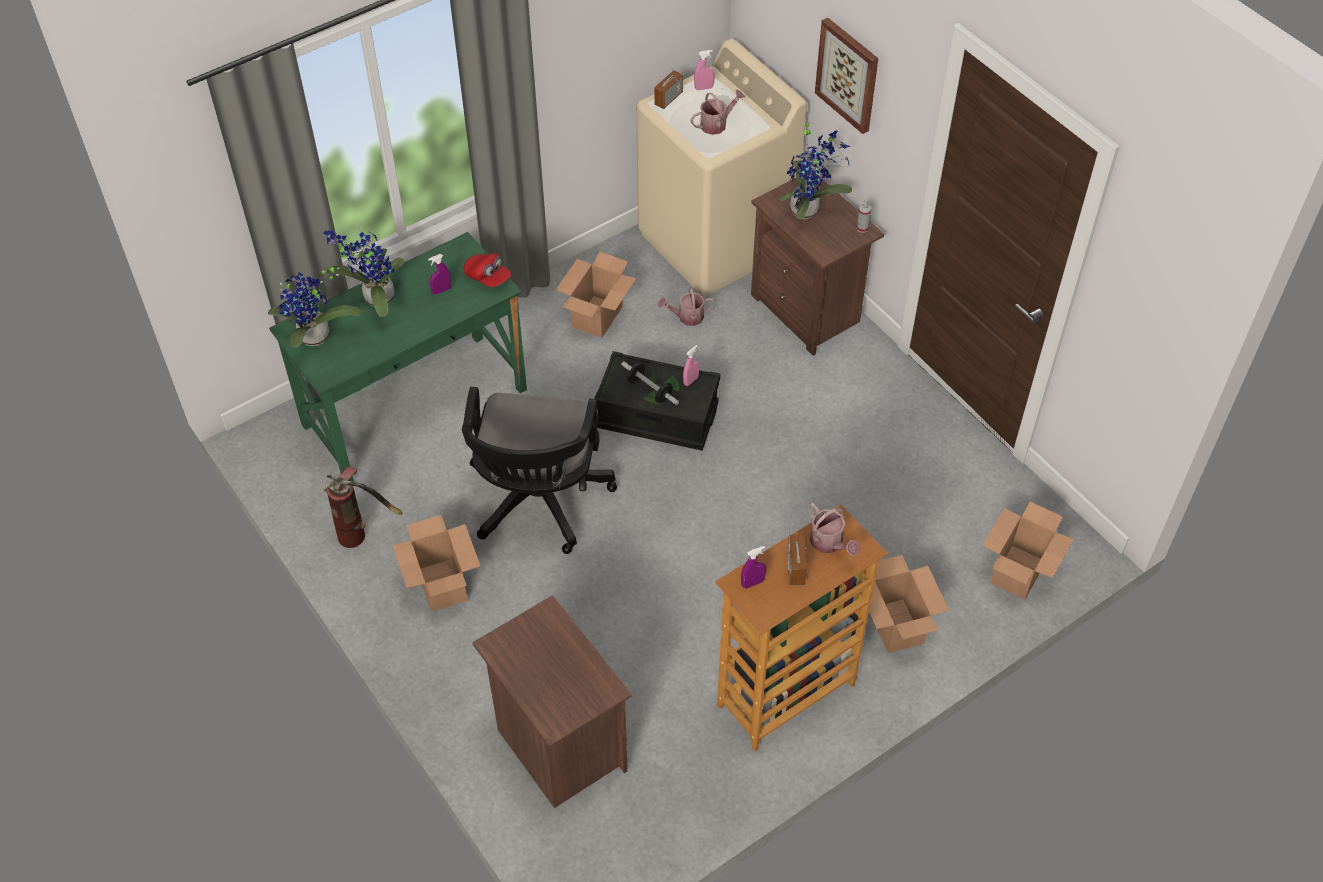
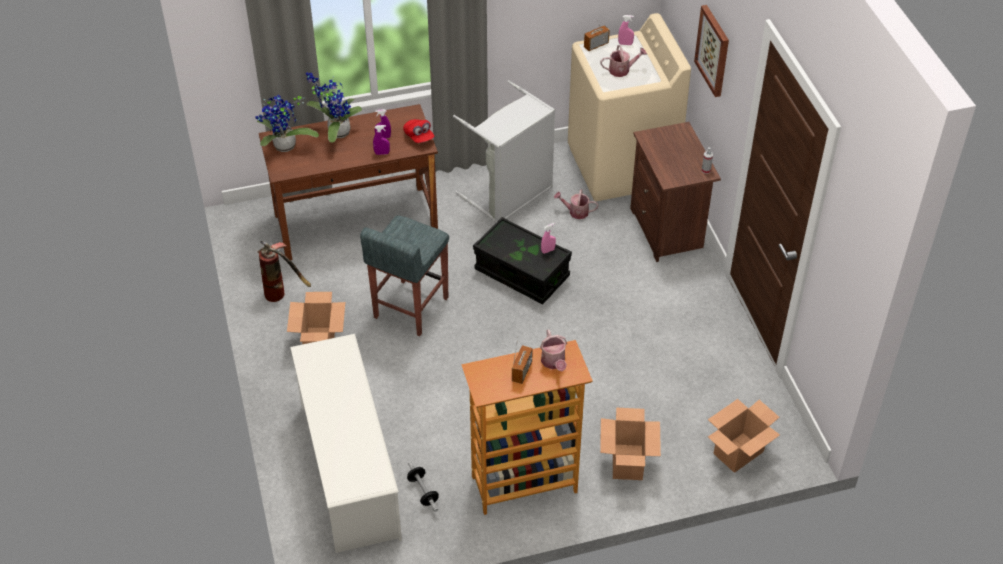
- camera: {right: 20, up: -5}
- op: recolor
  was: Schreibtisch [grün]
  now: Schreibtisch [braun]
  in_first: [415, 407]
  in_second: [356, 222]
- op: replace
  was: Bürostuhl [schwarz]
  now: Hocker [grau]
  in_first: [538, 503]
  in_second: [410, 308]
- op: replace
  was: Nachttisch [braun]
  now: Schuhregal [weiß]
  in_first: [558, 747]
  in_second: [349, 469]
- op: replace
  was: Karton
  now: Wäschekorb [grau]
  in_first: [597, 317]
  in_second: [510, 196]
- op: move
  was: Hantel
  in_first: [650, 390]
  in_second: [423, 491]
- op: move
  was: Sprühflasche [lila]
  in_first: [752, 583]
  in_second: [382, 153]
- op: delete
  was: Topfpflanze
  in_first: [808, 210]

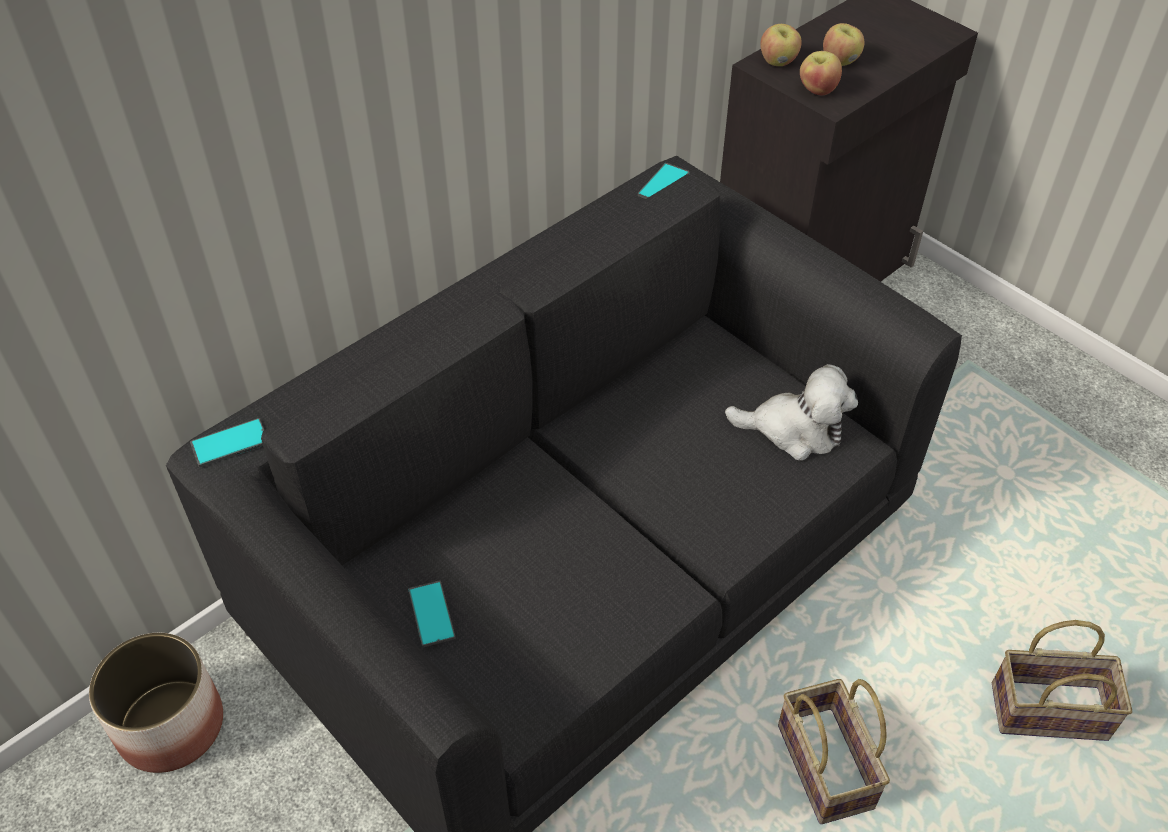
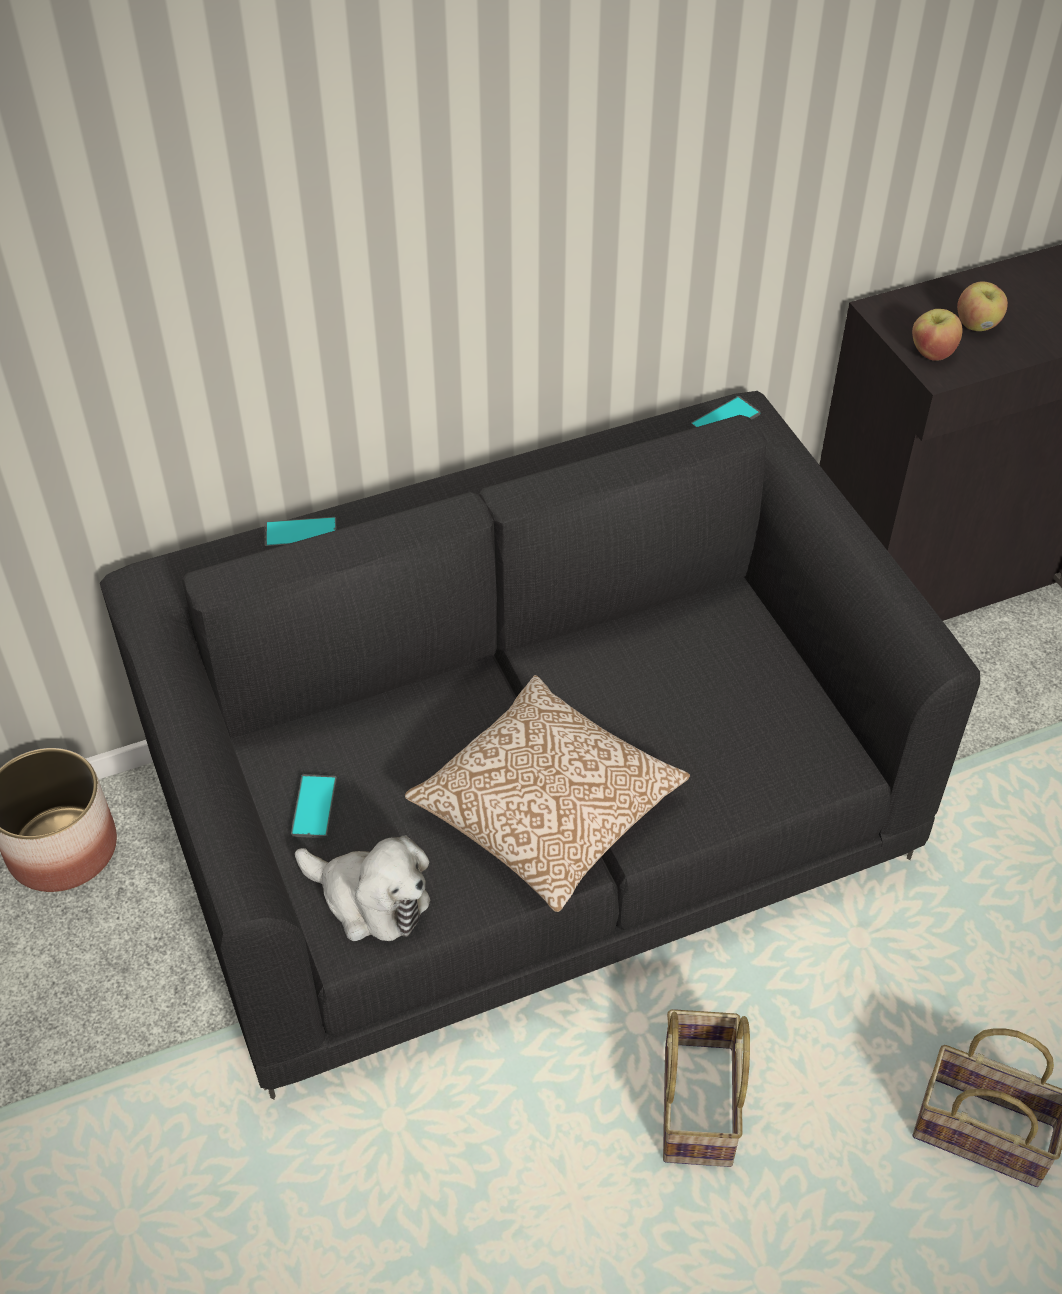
- camera: {right: 20, up: 0}
- op: move
  was: Handy
  in_first: [230, 443]
  in_second: [300, 534]
- op: move
  was: Plüschtier
  in_first: [794, 430]
  in_second: [370, 899]
- op: delete
  was: Apfel
  in_first: [778, 62]
- op: insert
  now: Kissen
  in_second: [546, 811]

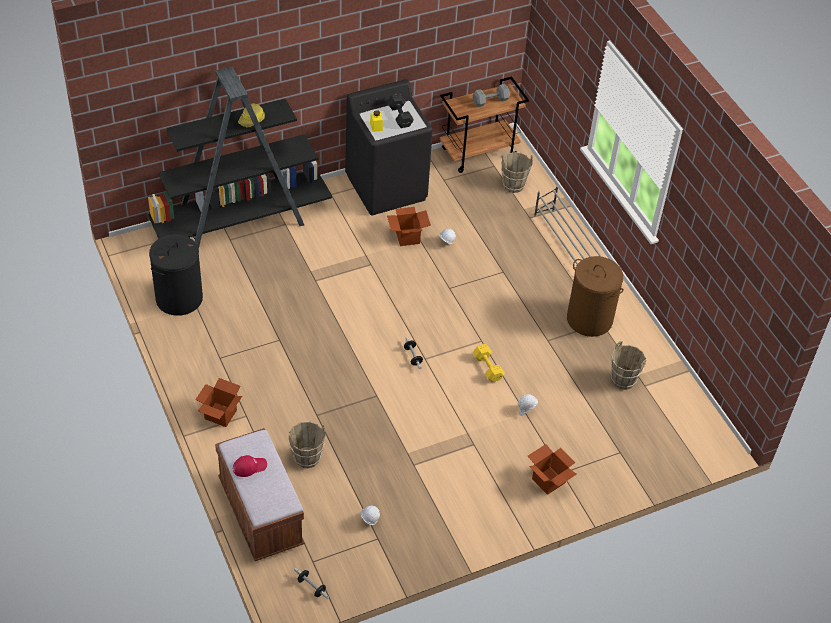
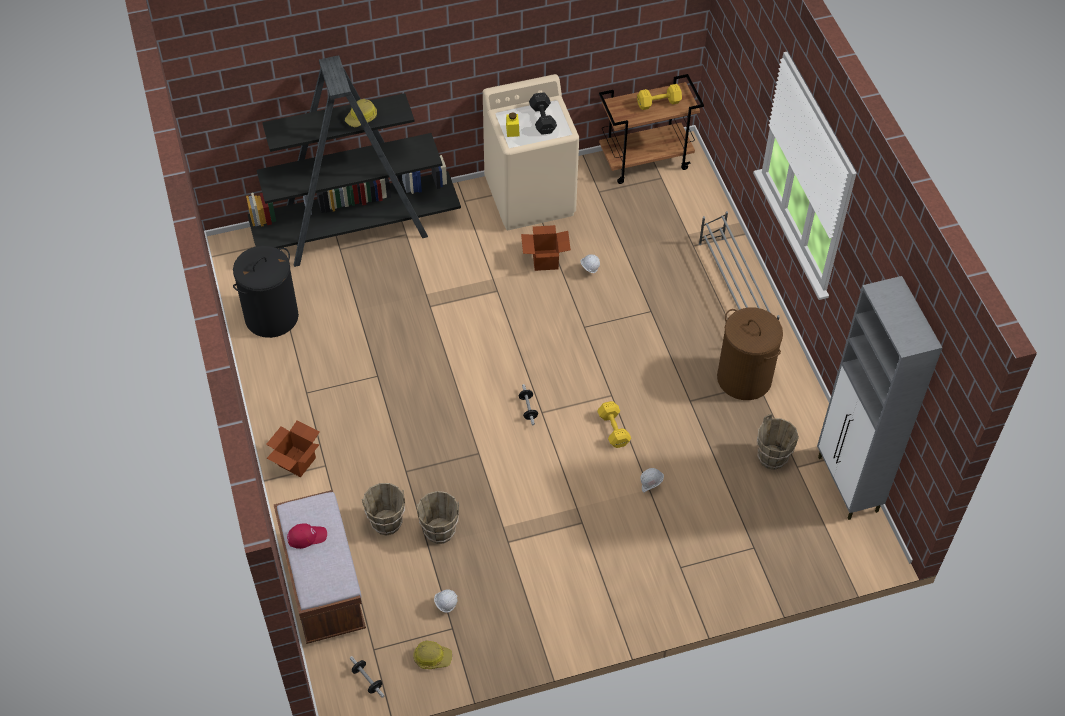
- camera: {right: 10, up: 5}
- op: recolor
  was: Waschmaschine [schwarz]
  now: Waschmaschine [beige]
  in_first: [386, 187]
  in_second: [530, 197]
- op: recolor
  was: Hantel [grau]
  now: Hantel [gelb]
  in_first: [489, 101]
  in_second: [657, 103]
- op: move
  was: Eimer [braun]
  in_first: [513, 185]
  in_second: [439, 531]
- op: delete
  was: Karton
  in_first: [548, 481]
- op: insert
  now: Schutzhelm
  in_second: [432, 657]
- op: insert
  now: Schrank [grau]
  in_second: [848, 485]

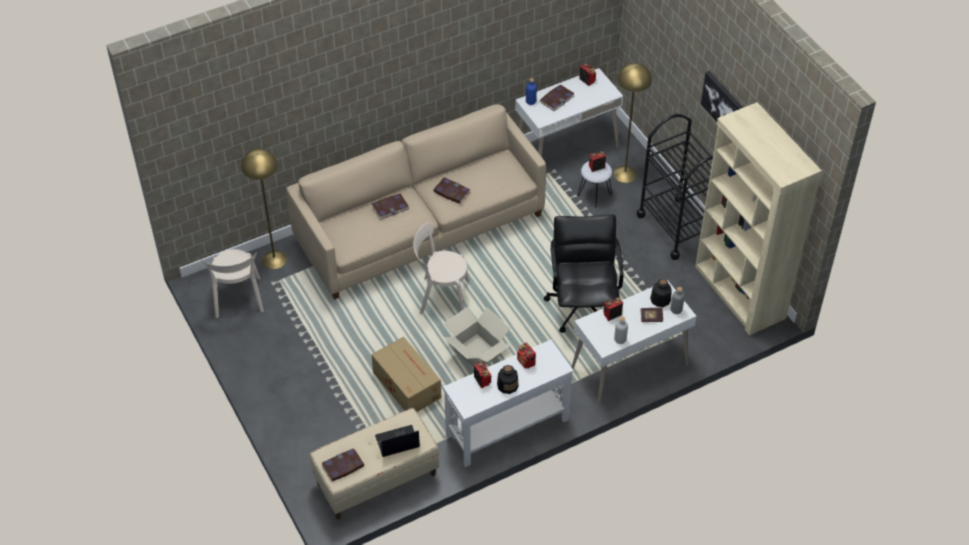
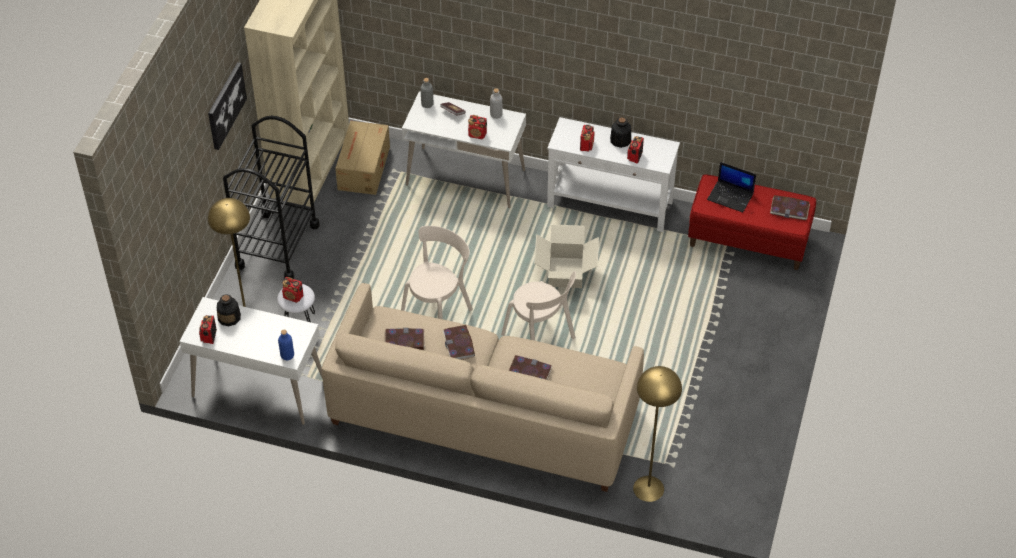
- camera: {right: -135, up: 0}
- op: move
  was: Stuhl [beige]
  in_first: [238, 300]
  in_second: [438, 311]
- op: recolor
  was: Bank [beige]
  now: Bank [rot]
  in_first: [376, 479]
  in_second: [748, 240]
- op: move
  was: Karton
  in_first: [406, 384]
  in_second: [363, 169]
- op: move
  was: Buch
  in_first: [556, 99]
  in_second: [404, 341]
- op: delete
  was: Bürostuhl [schwarz]
  in_first: [583, 306]
- op: move
  was: Flasche
  in_first: [660, 300]
  in_second: [229, 317]

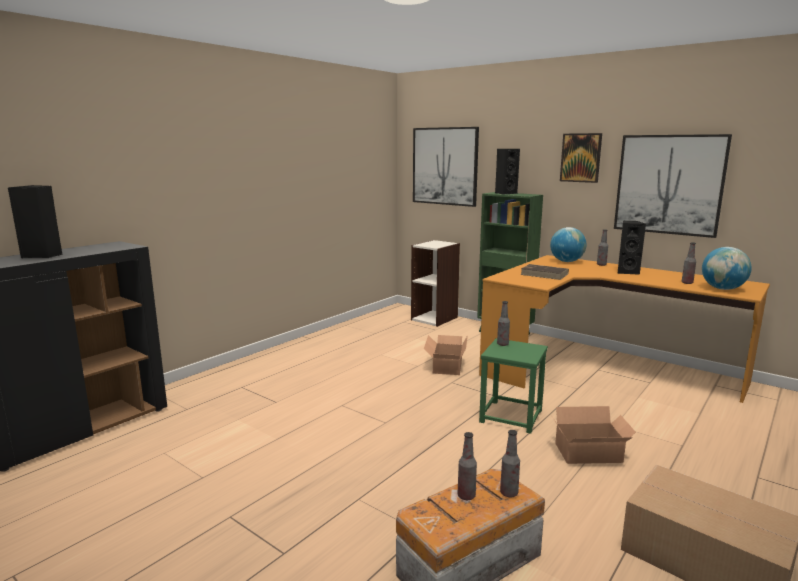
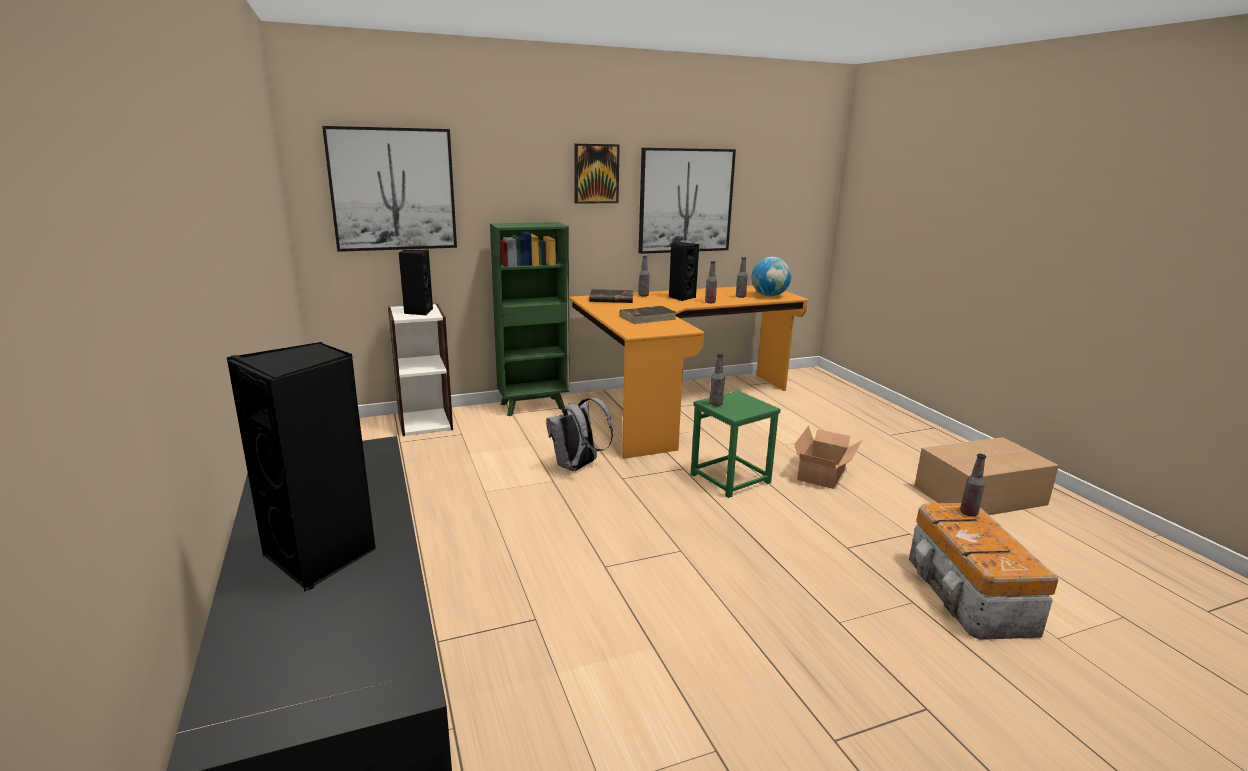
- camera: {right: -60, up: 5}
- op: replace
  was: Karton
  now: Rucksack [grau]
  in_first: [445, 366]
  in_second: [577, 467]
- op: move
  was: Flasche
  in_first: [466, 496]
  in_second: [710, 302]
- op: move
  was: Lautsprecher [schwarz]
  in_first: [505, 193]
  in_second: [418, 312]
- op: replace
  was: Globus
  now: Buch [braun]
  in_first: [566, 261]
  in_second: [611, 299]

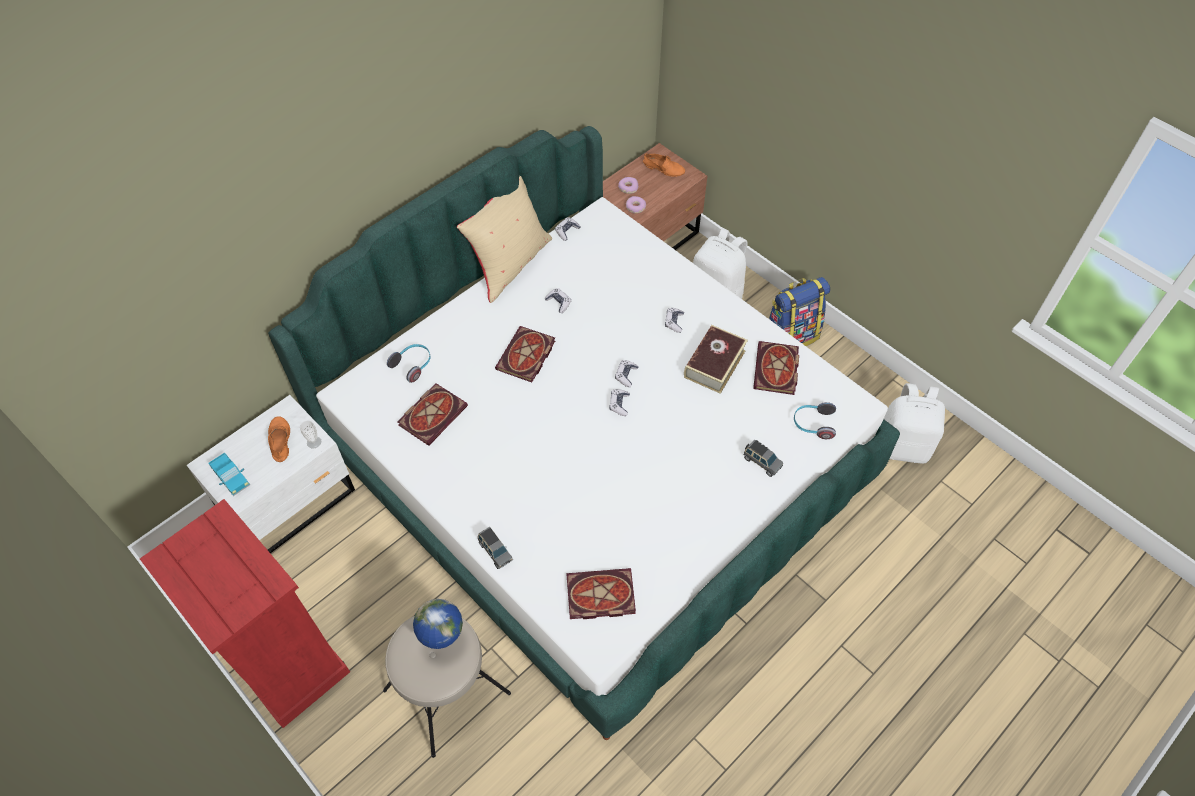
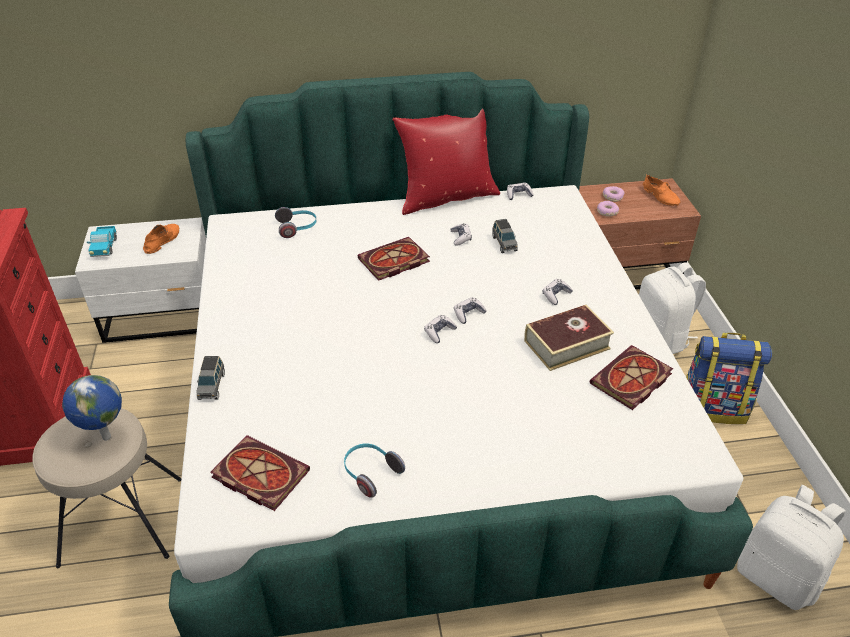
- camera: {right: 35, up: -15}
- op: delete
  was: Tasse
  in_first: [314, 442]
- op: delete
  was: Buch
  in_first: [433, 414]
- op: recolor
  was: Kissen [beige]
  now: Kissen [rot]
  in_first: [510, 264]
  in_second: [446, 197]
- op: move
  was: Spielzeugauto [grau]
  in_first: [761, 462]
  in_second: [504, 243]
- op: move
  was: Kopfhörer
  in_first: [813, 424]
  in_second: [370, 473]

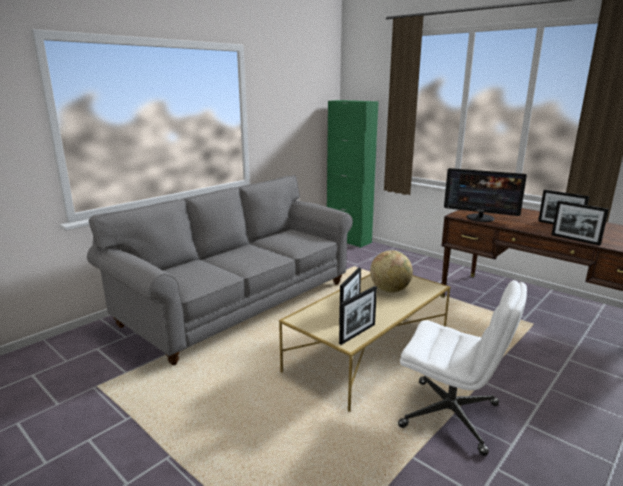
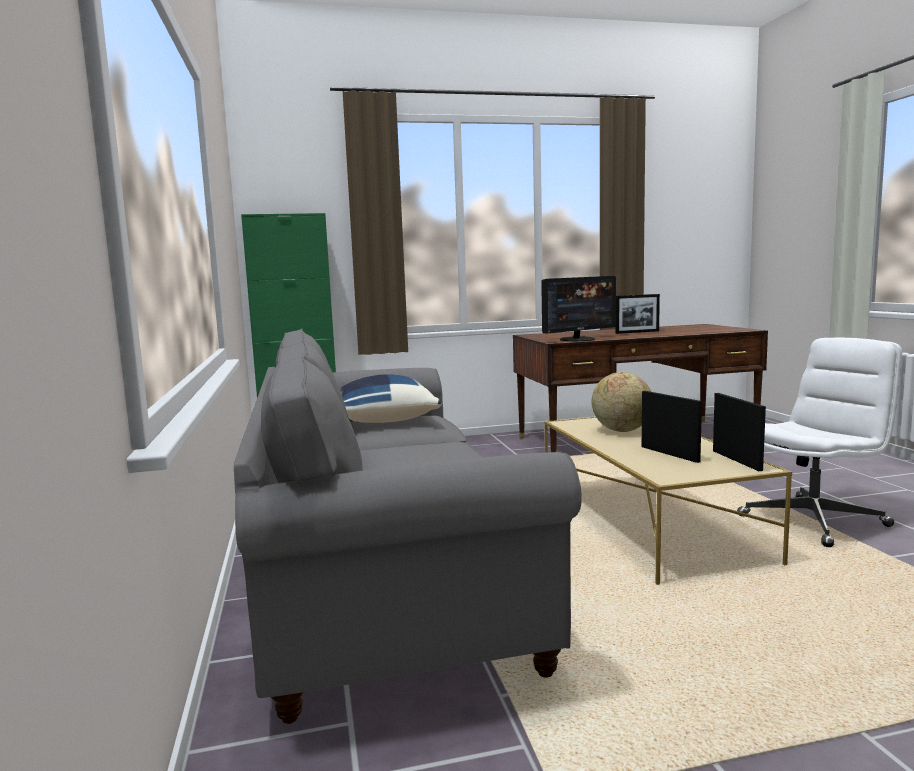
- camera: {right: -55, up: -10}
- op: delete
  was: Bilderrahmen
  in_first: [575, 240]
- op: insert
  now: Kissen [blau]
  in_second: [383, 420]

